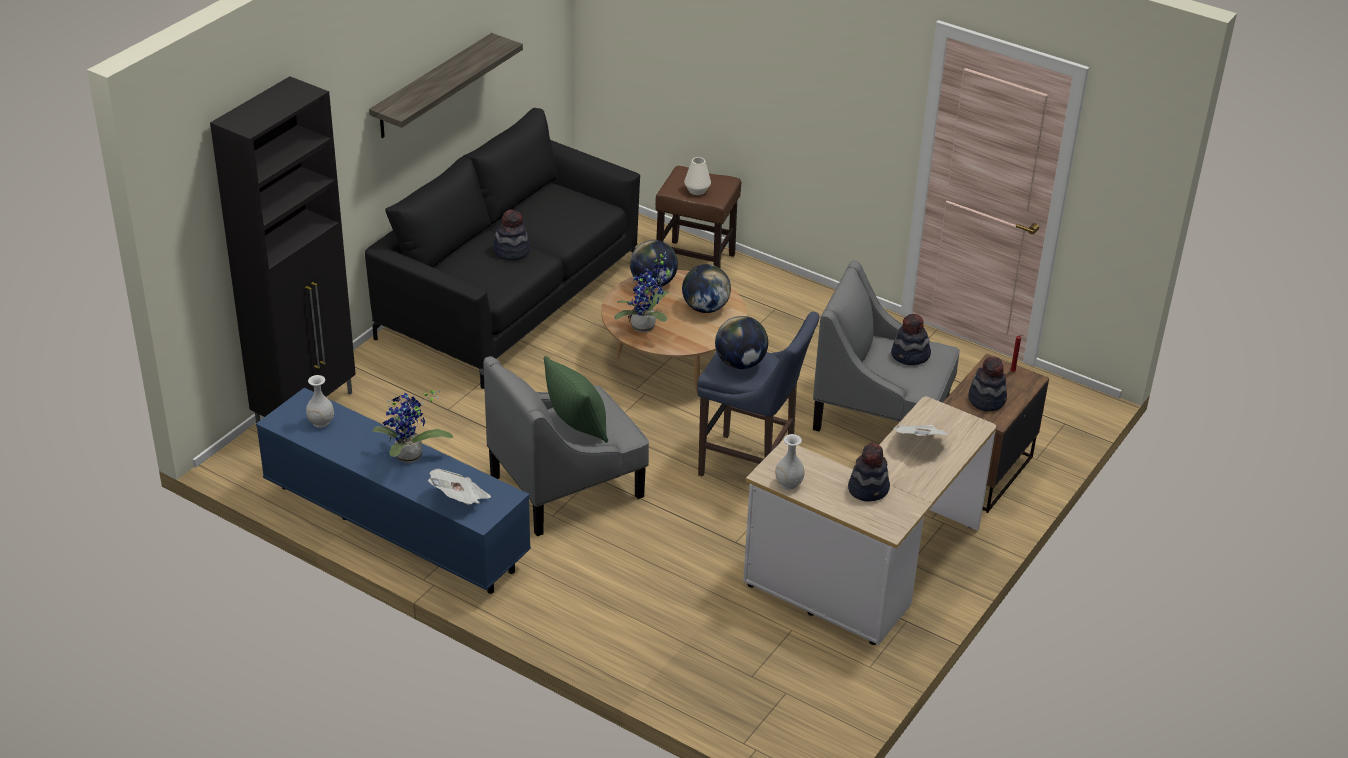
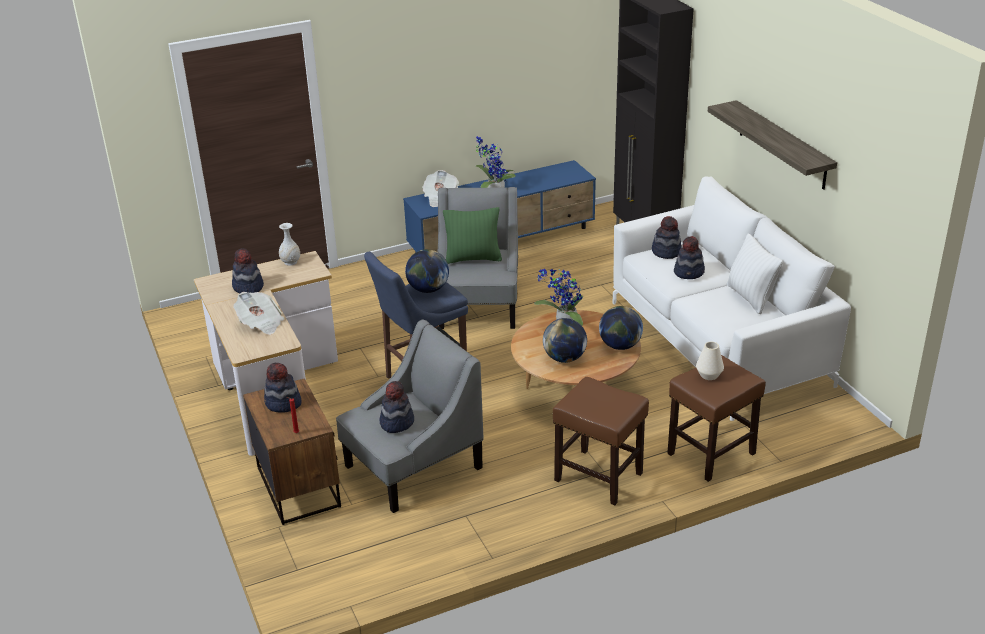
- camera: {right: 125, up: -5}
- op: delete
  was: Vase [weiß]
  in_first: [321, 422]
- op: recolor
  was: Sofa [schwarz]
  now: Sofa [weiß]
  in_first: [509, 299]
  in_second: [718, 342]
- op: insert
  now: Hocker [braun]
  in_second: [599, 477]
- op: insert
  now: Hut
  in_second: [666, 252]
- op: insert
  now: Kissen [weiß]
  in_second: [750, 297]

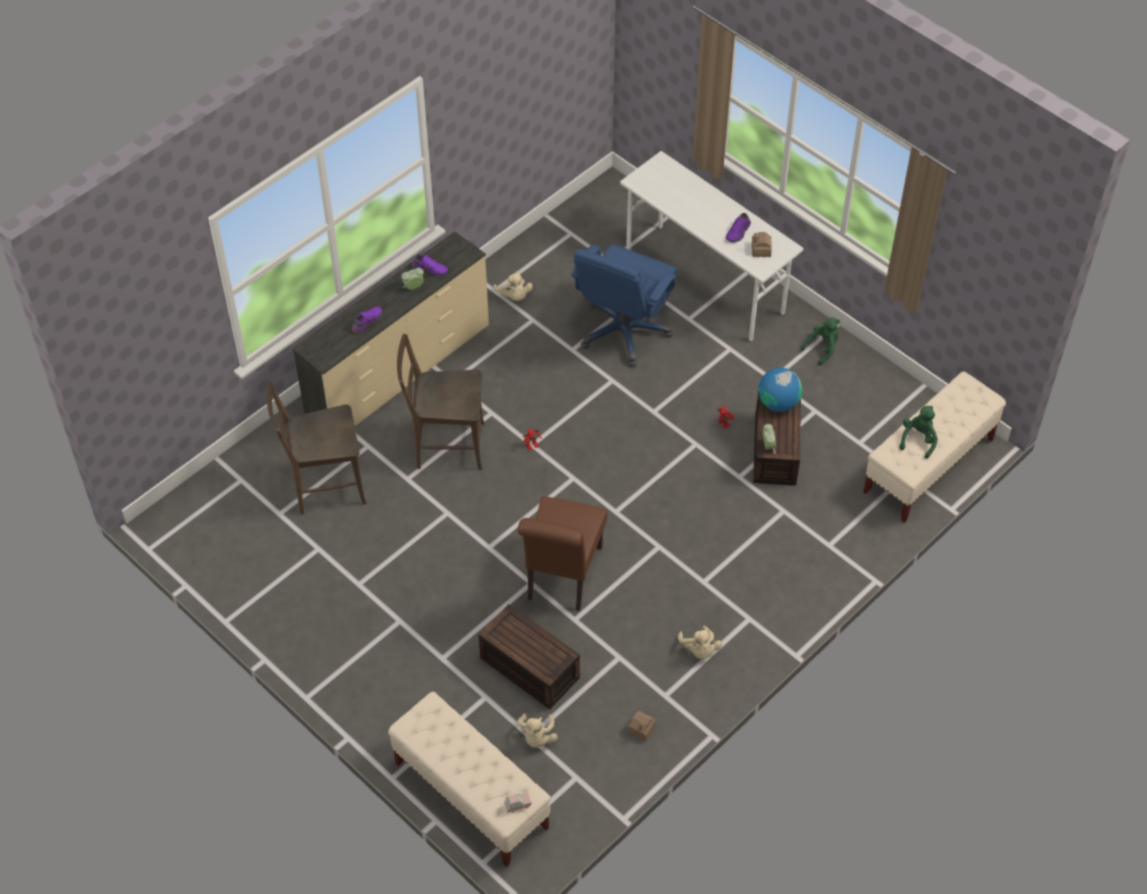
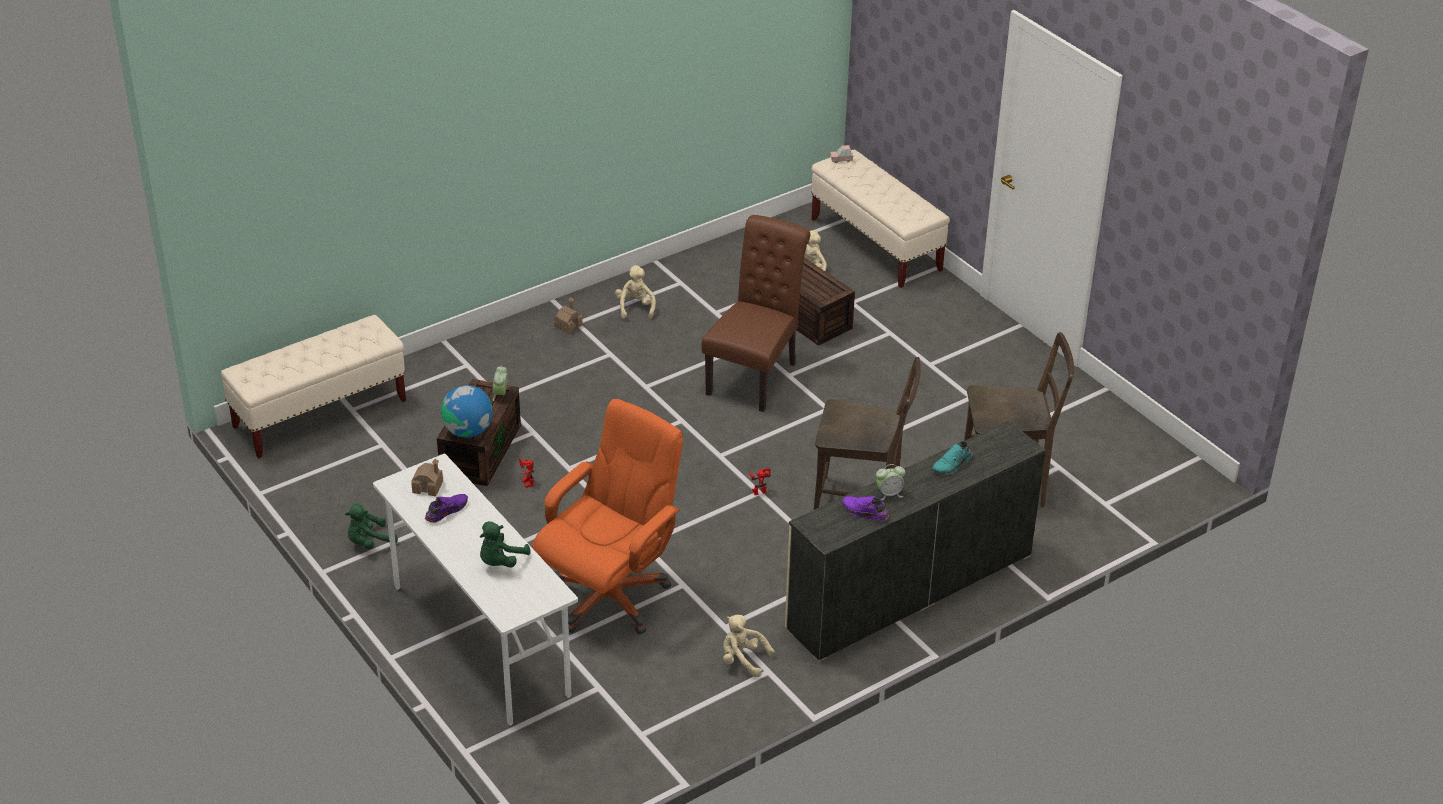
- camera: {right: -170, up: -15}
- op: recolor
  was: Schuh [lila]
  now: Schuh [türkis]
  in_first: [366, 321]
  in_second: [952, 465]
- op: rotate
  was: Plüschtier [beige]
  in_first: [514, 296]
  in_second: [743, 660]
  clockwise: -45
- op: recolor
  was: Bürostuhl [blau]
  now: Bürostuhl [orange]
  in_first: [624, 331]
  in_second: [609, 596]
- op: move
  was: Spielzeughaus
  in_first: [641, 729]
  in_second: [568, 325]
- op: move
  was: Plüschtier [grün]
  in_first: [918, 439]
  in_second: [500, 561]

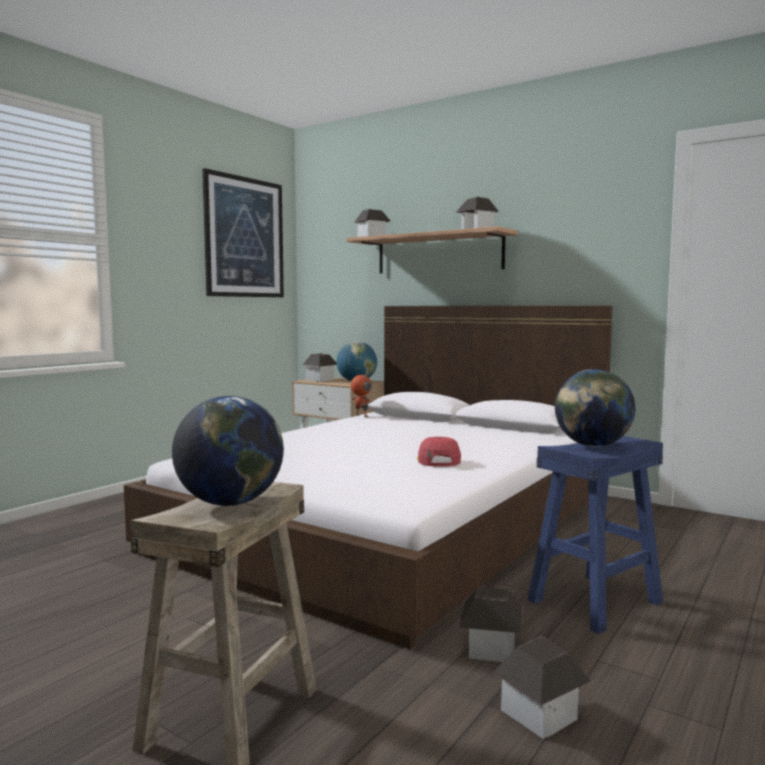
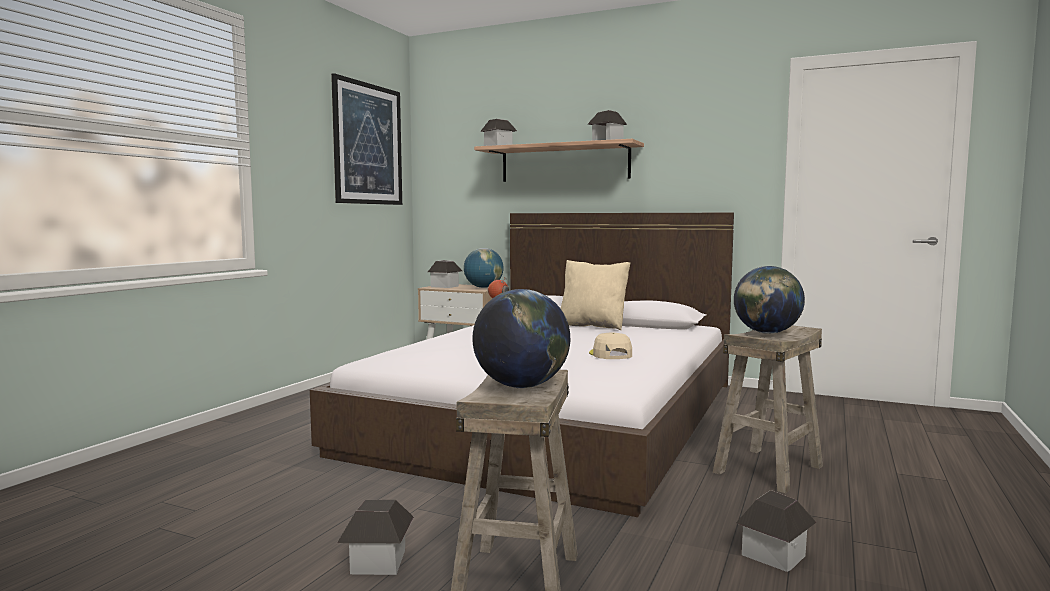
- camera: {right: -10, up: 0}
- op: recolor
  was: Kappe [rot]
  now: Kappe [beige]
  in_first: [438, 460]
  in_second: [610, 354]
- op: move
  was: Spielzeughaus
  in_first: [491, 648]
  in_second: [378, 562]
- op: recolor
  was: Hocker [blau]
  now: Hocker [beige]
  in_first: [594, 600]
  in_second: [767, 469]
- op: insert
  now: Kissen [beige]
  in_second: [593, 326]

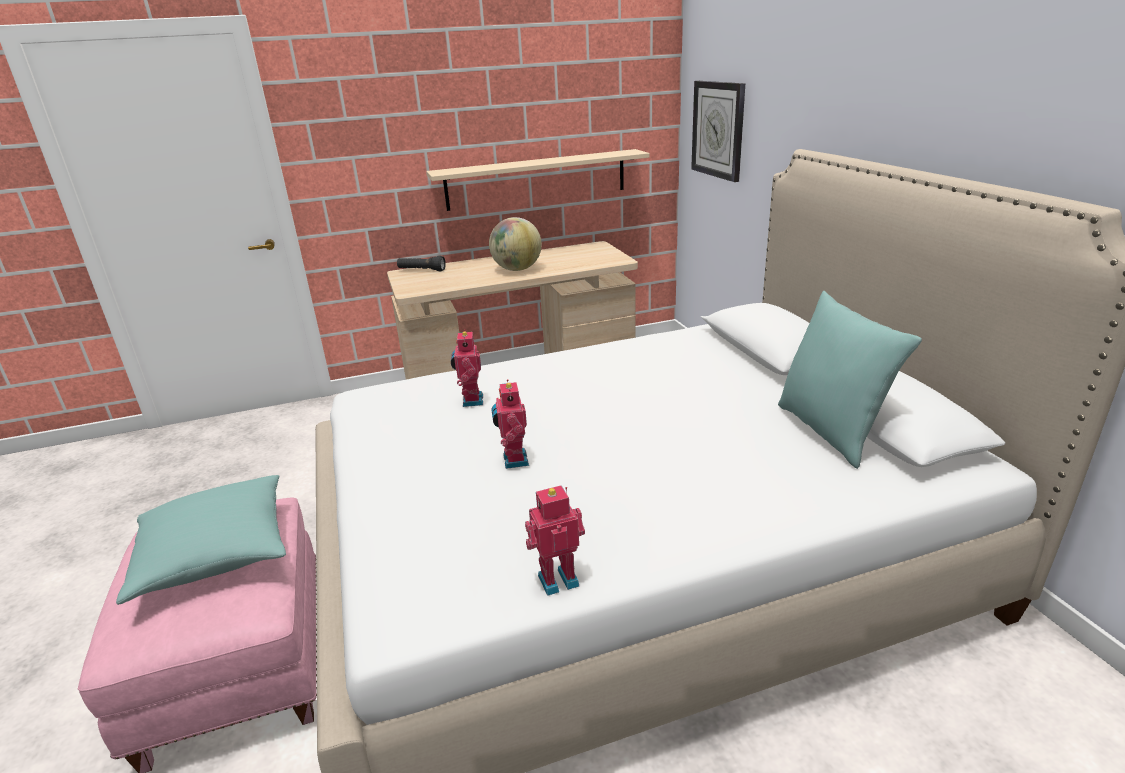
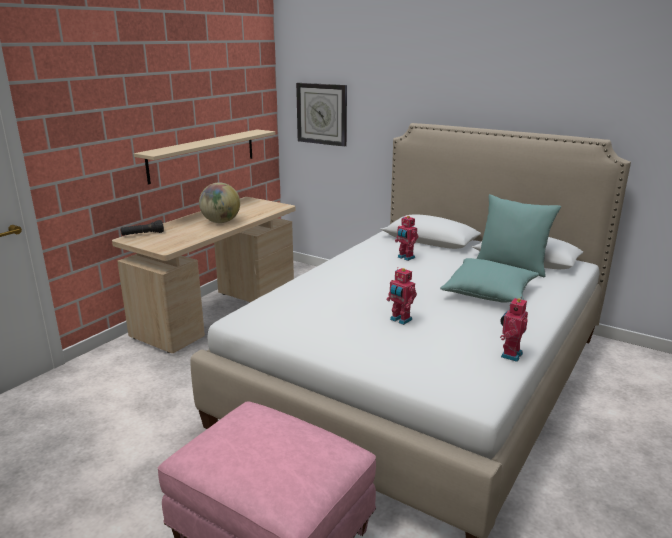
- camera: {right: -40, up: -5}
- op: move
  was: Kissen [türkis]
  in_first: [215, 553]
  in_second: [489, 293]
- op: move
  was: Spielzeugroboter
  in_first: [470, 400]
  in_second: [405, 258]

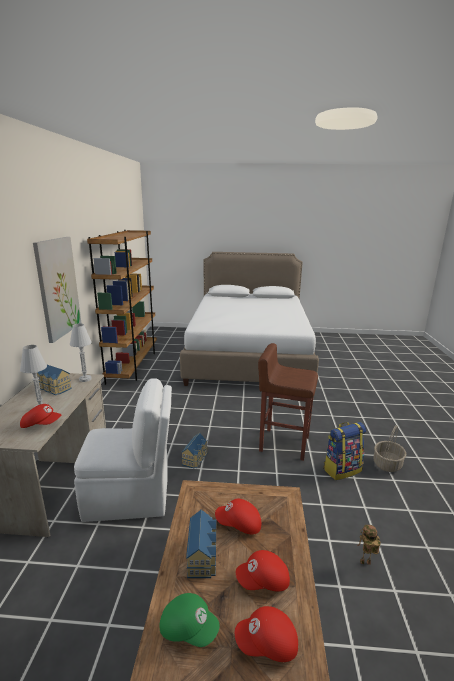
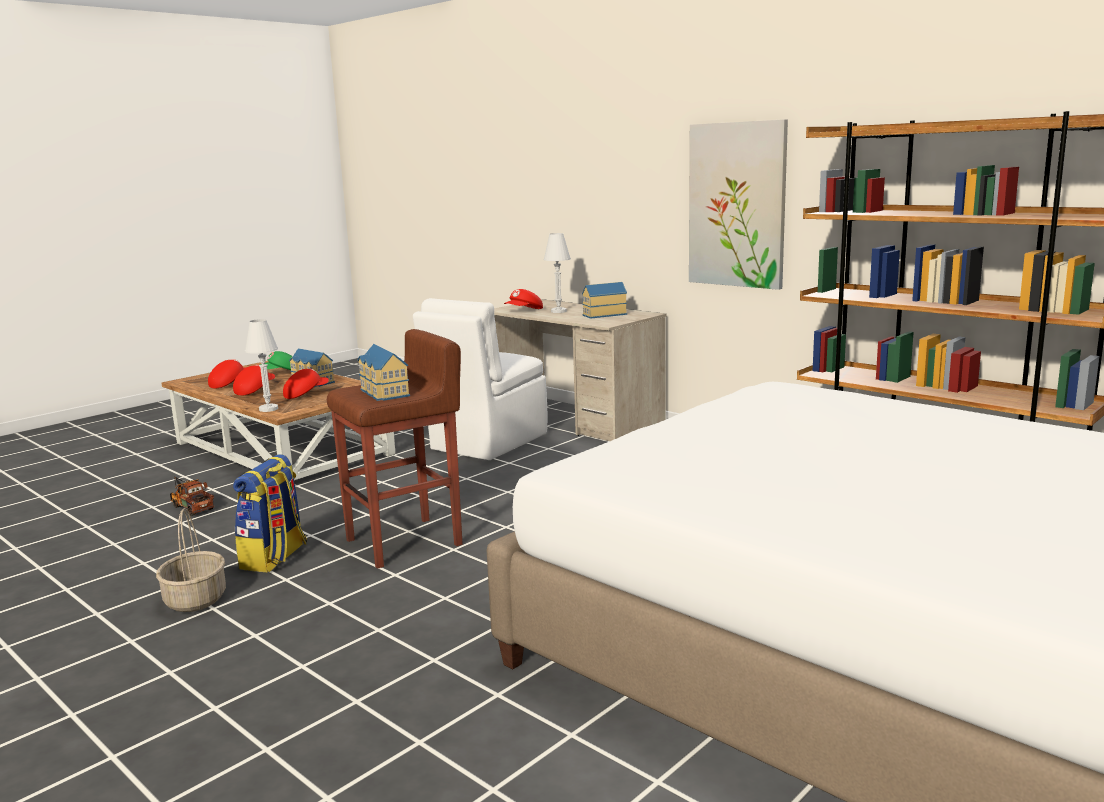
- camera: {right: 130, up: -5}
- op: move
  was: Tischlampe [weiß]
  in_first: [85, 379]
  in_second: [268, 409]
- op: move
  was: Spielzeughaus
  in_first: [196, 458]
  in_second: [383, 393]
- op: replace
  was: Spielzeugroboter
  now: Spielzeuglaster
  in_first: [364, 563]
  in_second: [191, 507]

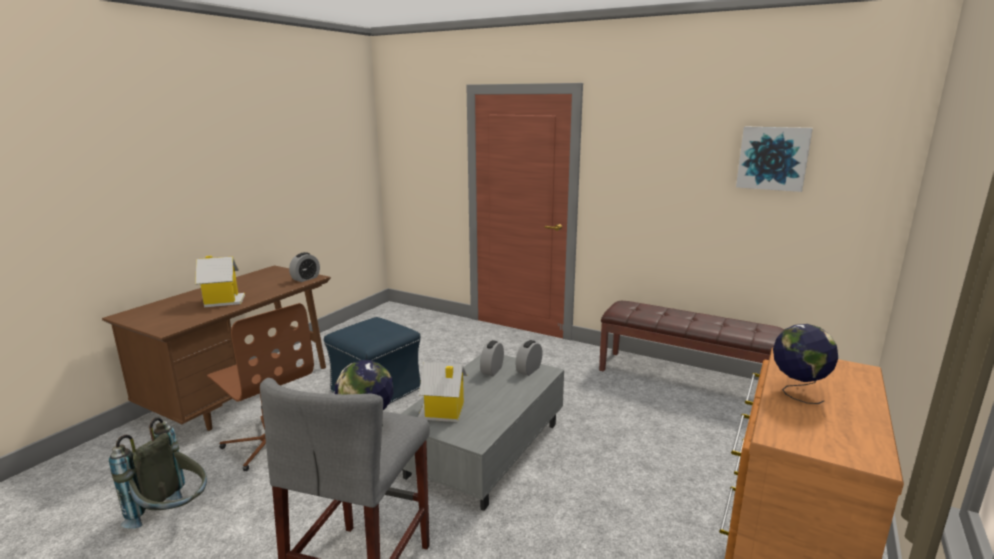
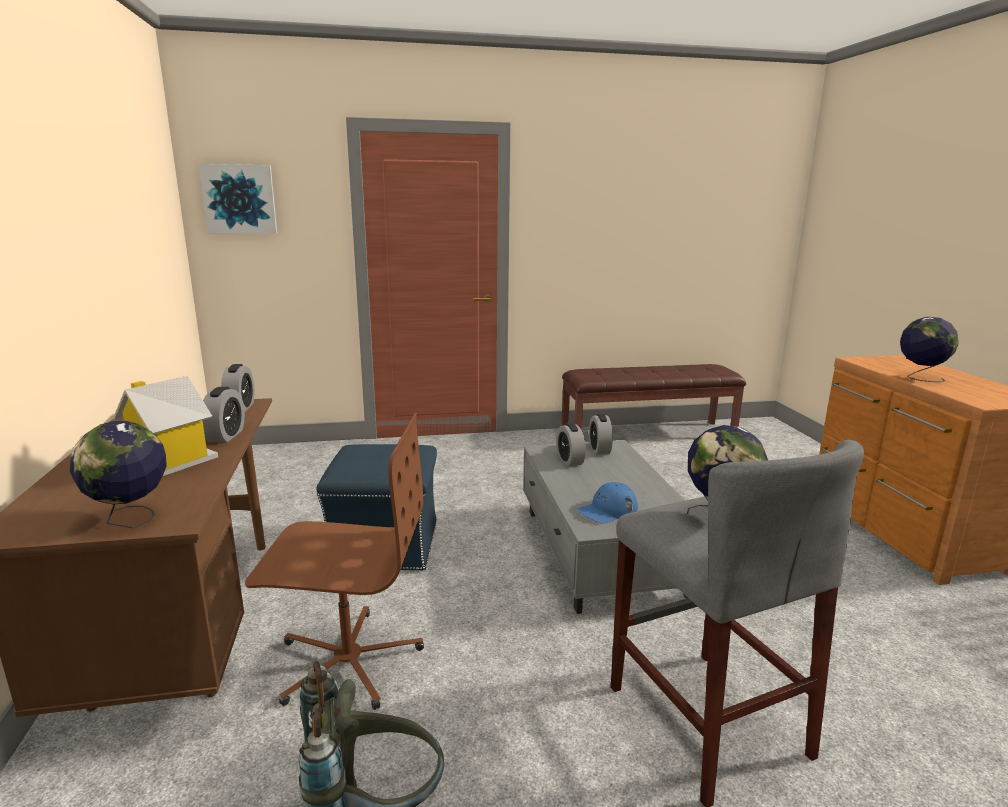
- camera: {right: -40, up: 0}
- op: replace
  was: Spielzeughaus
  now: Kappe [blau]
  in_first: [443, 412]
  in_second: [607, 510]
- op: move
  was: Bild
  in_first: [773, 158]
  in_second: [240, 199]
- op: insert
  now: Globus
  in_second: [130, 520]
- op: insert
  now: Wecker
  in_second: [225, 436]

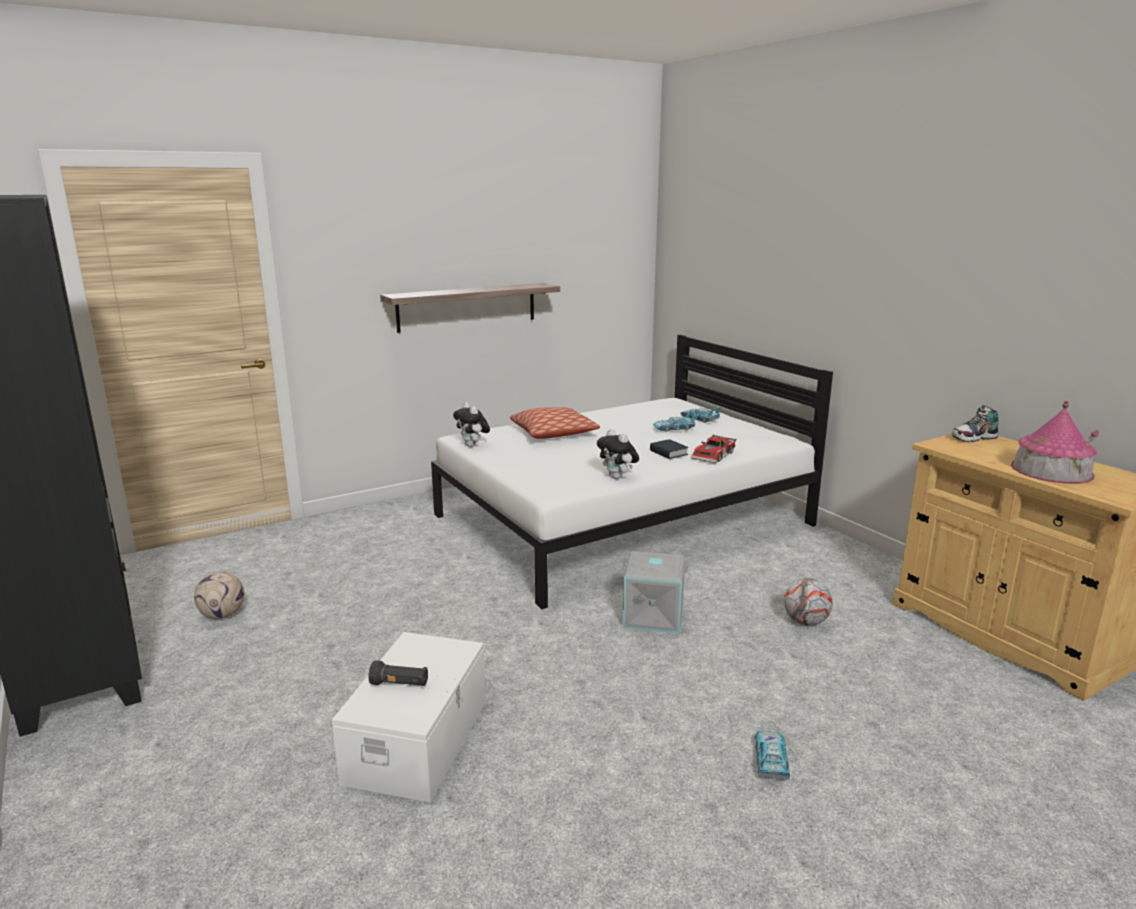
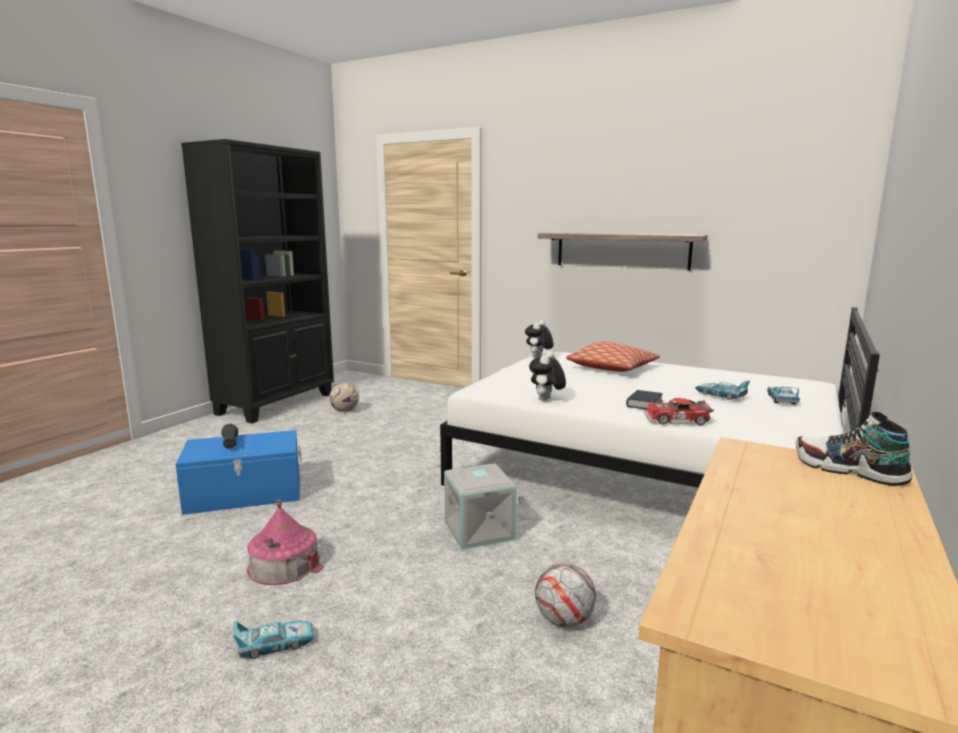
- camera: {right: 60, up: -5}
- op: recolor
  was: Aufbewahrungsbox [weiß]
  now: Aufbewahrungsbox [blau]
  in_first: [420, 740]
  in_second: [245, 493]
- op: move
  was: Spielzeughaus
  in_first: [1051, 470]
  in_second: [284, 564]

